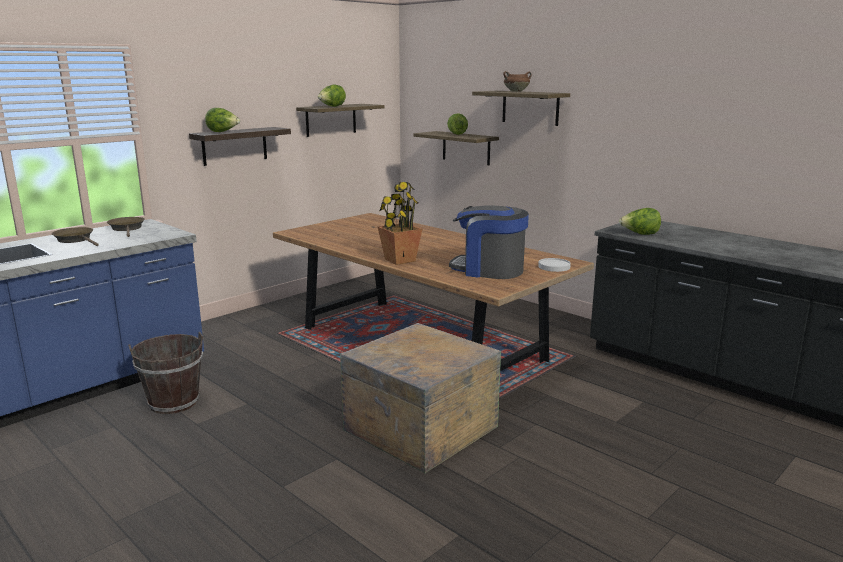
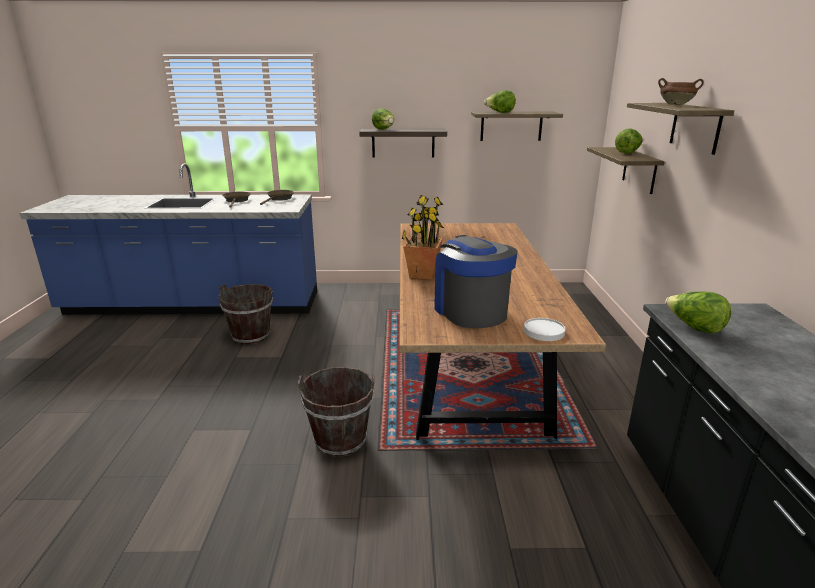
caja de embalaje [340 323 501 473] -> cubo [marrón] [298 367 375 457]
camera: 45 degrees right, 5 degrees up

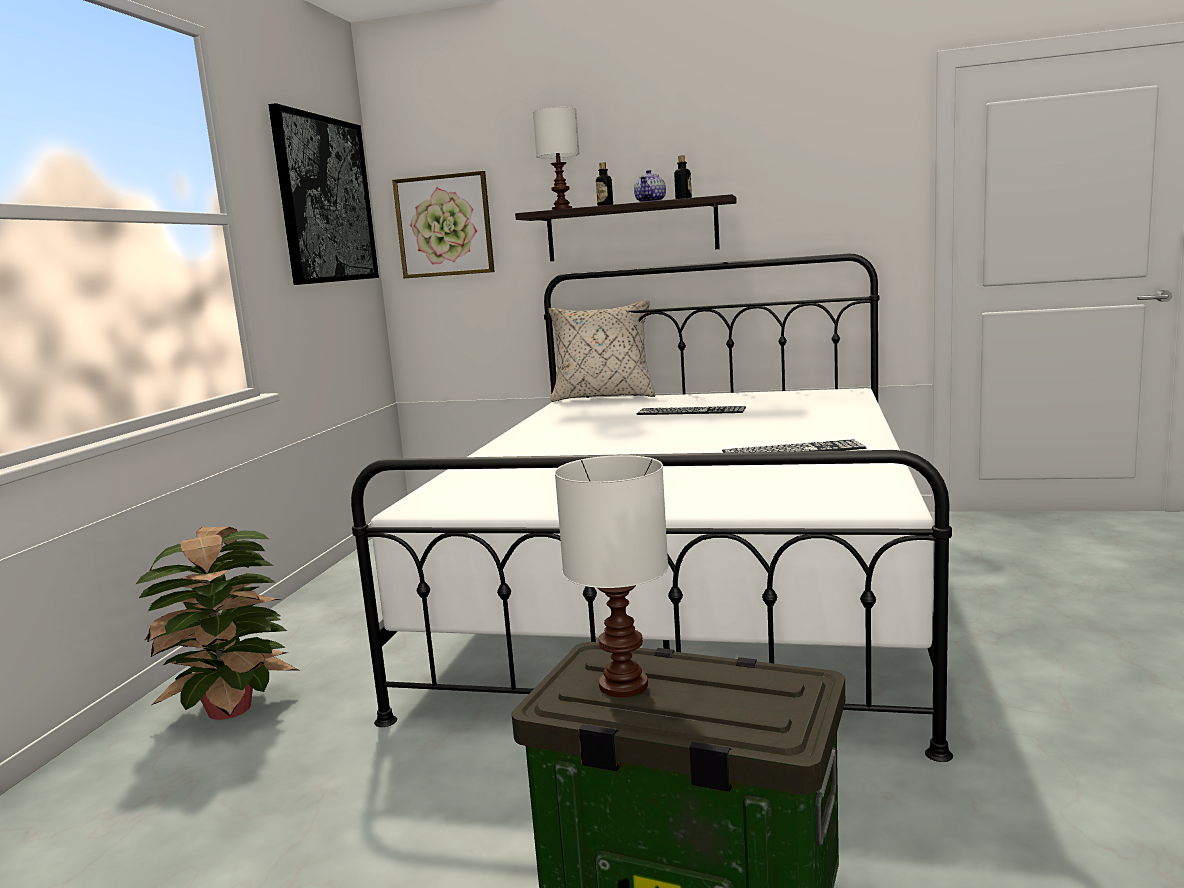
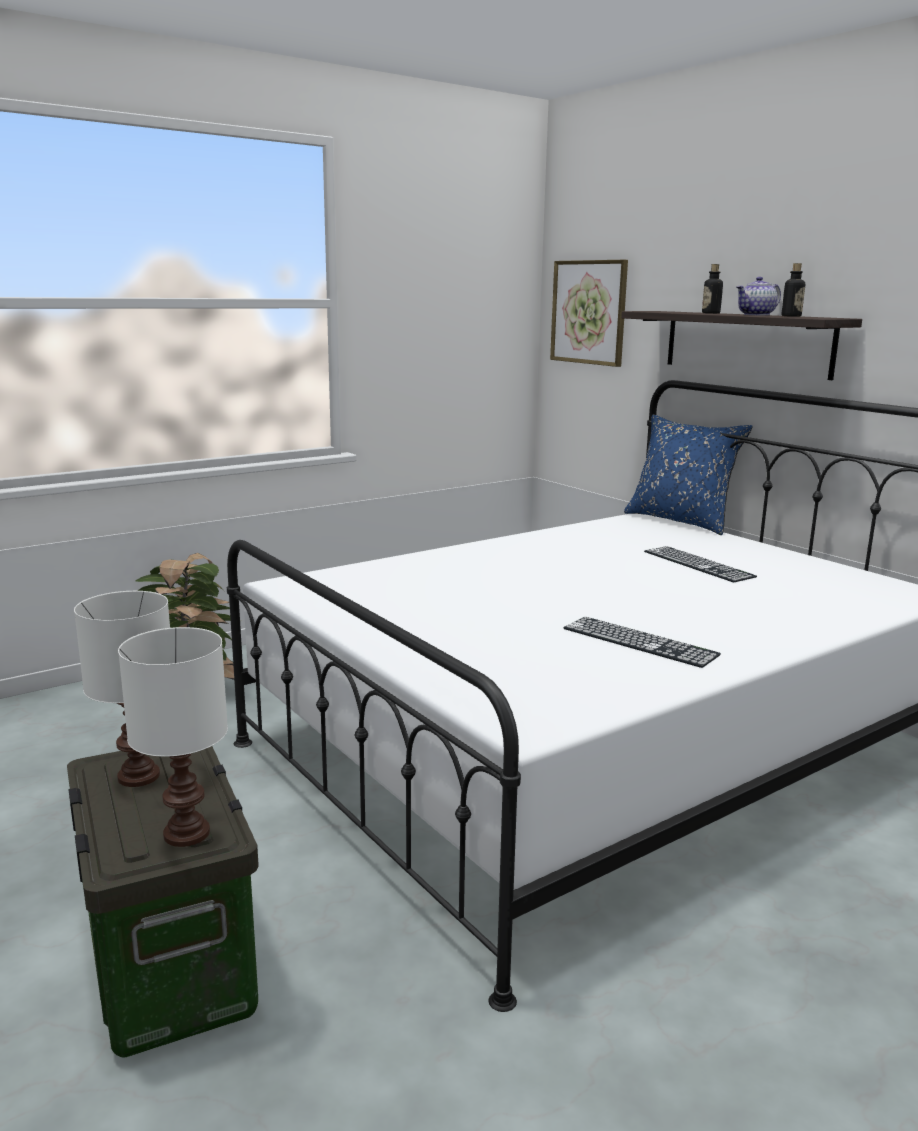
cuadro [269 103 379 285] -> none
lámpara de mesa [blanco] [533 107 579 210] -> lámpara de mesa [blanco] [118 627 228 847], move
cojín [beis] [548 300 655 402] -> cojín [azul] [624 415 753 535]
camera: 40 degrees right, 5 degrees up

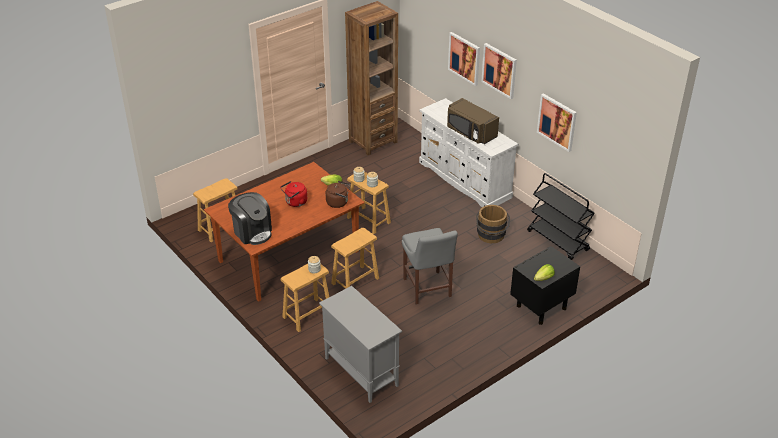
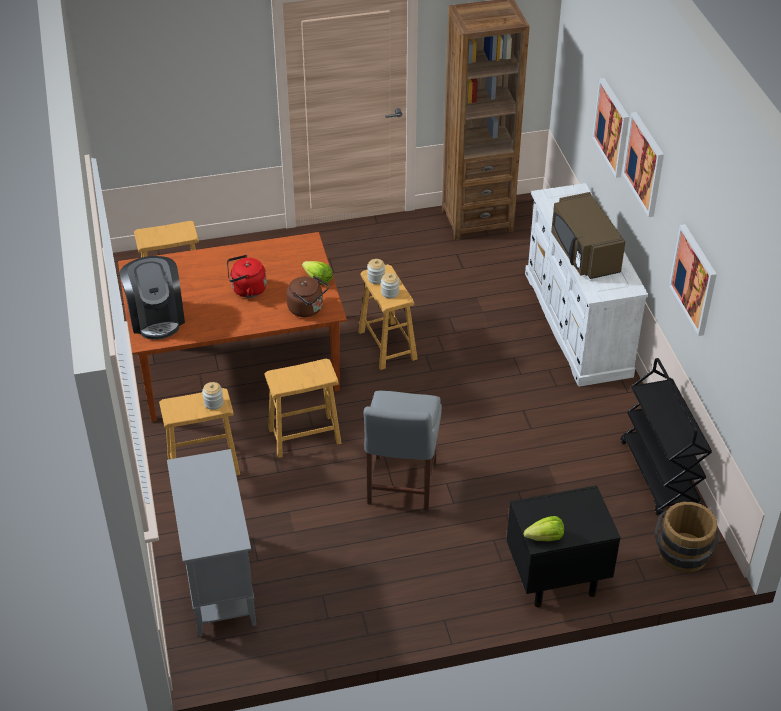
cubo [marrón] [476 205 510 243] -> cubo [marrón] [654 502 720 573], move
camera: 25 degrees right, 5 degrees up

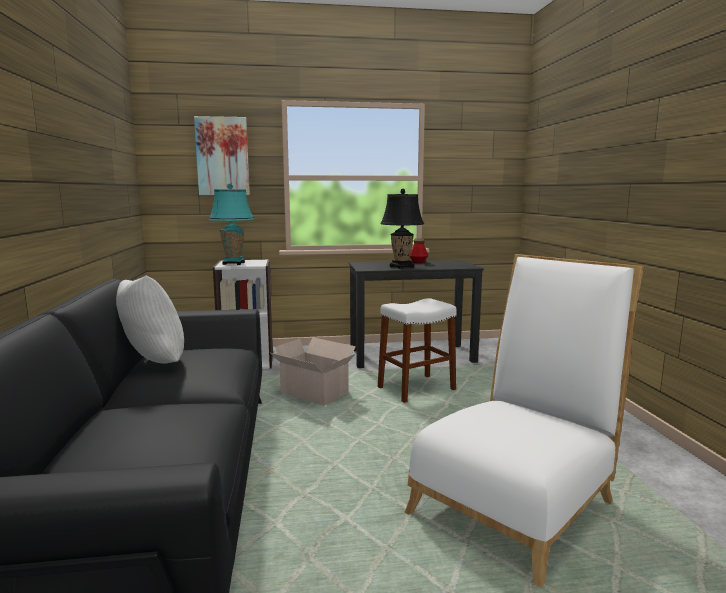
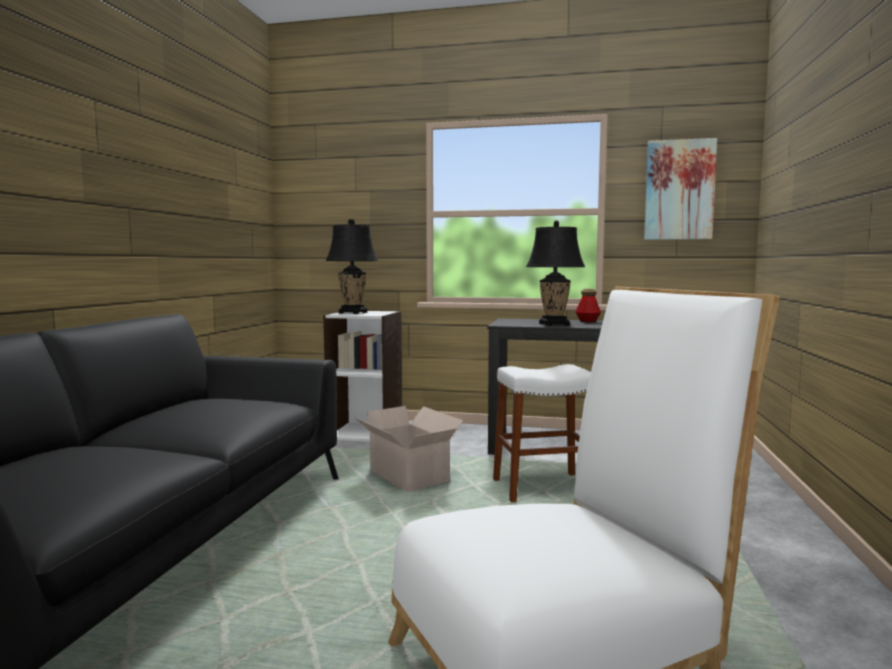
cojín [blanco] [116 275 184 364] -> none
cuadro [194 116 250 195] -> cuadro [644 138 717 240], move
lámpara de mesa [turquesa] [209 184 254 265] -> lámpara de mesa [negro] [326 219 378 314]
camera: 20 degrees right, 5 degrees down

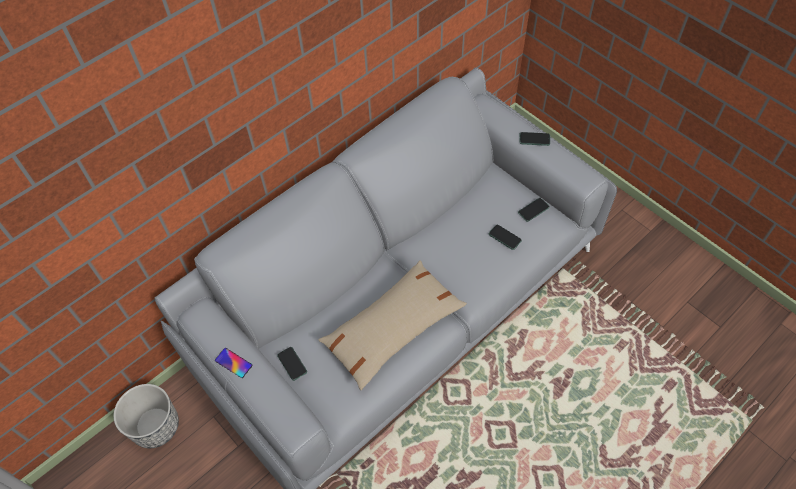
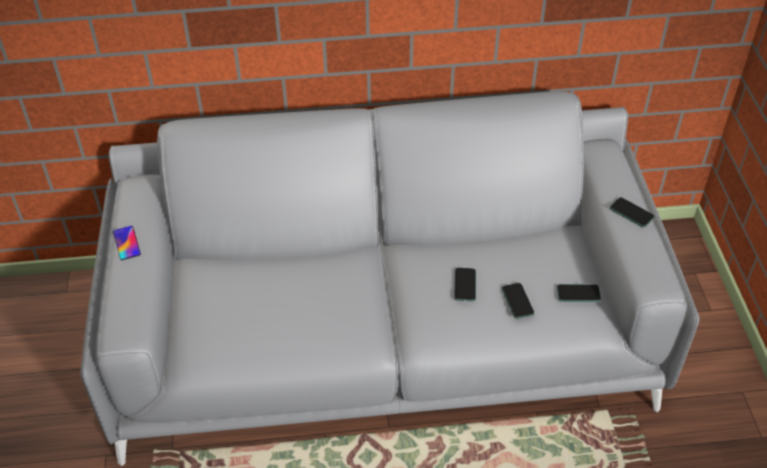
maceta [113 384 179 448] -> none
cojín [beis] [318 260 467 390] -> none
móvil [277 347 307 381] -> móvil [454 268 476 301], move
camera: 35 degrees right, 10 degrees down

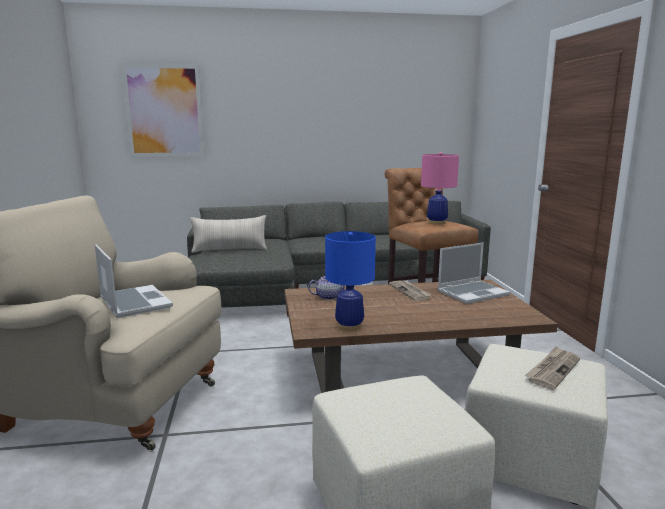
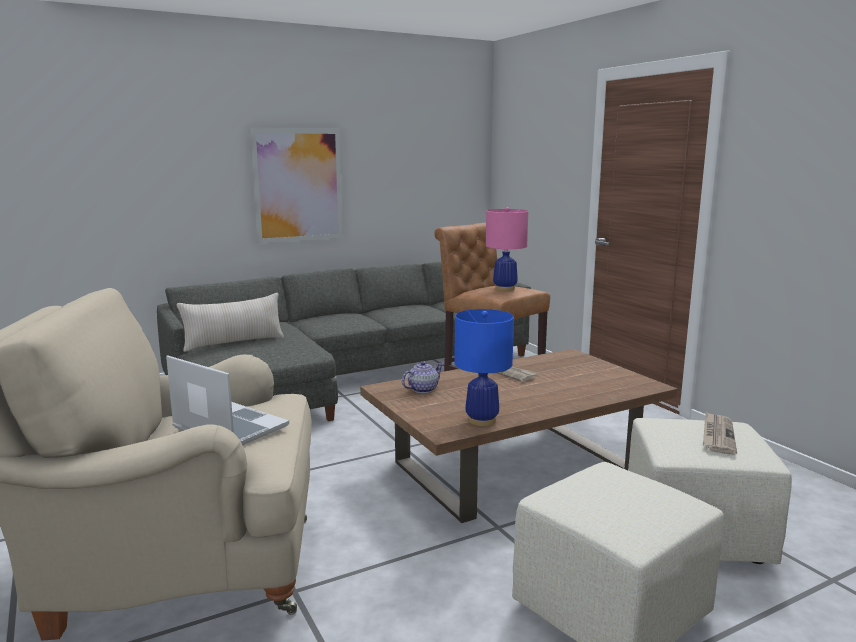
portátil [438 243 510 304] -> none
cuadro [121 63 204 157] -> cuadro [250 128 343 244], move
camera: 20 degrees left, 0 degrees up

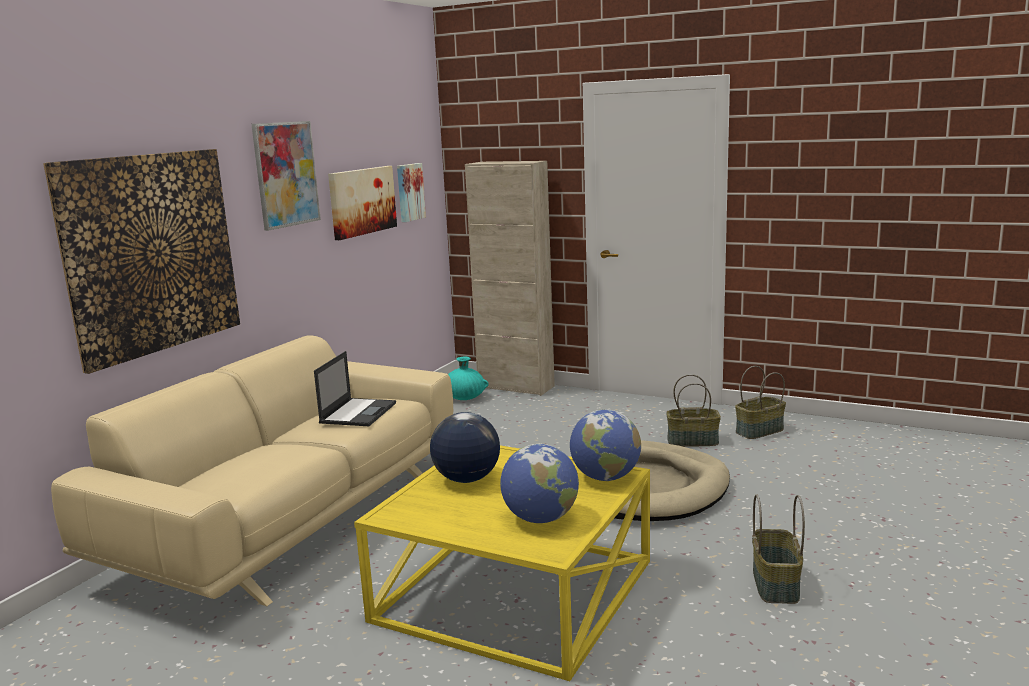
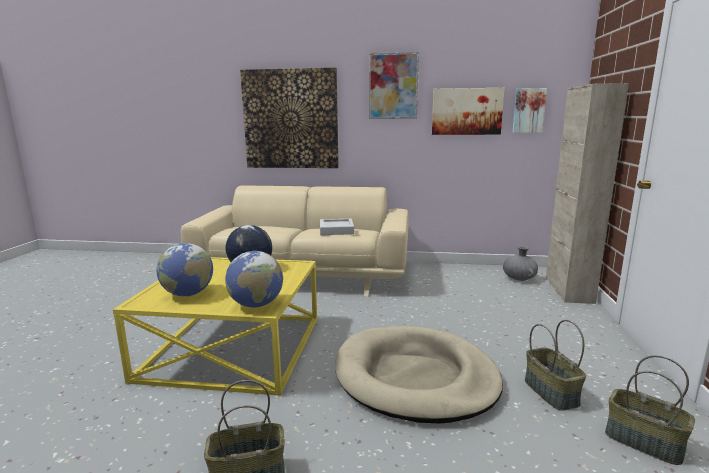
portátil [314 351 396 426] -> bandeja [gris] [320 219 354 235]
florero [turquesa] [448 357 489 400] -> florero [gris] [503 246 538 281]
camera: 70 degrees right, 0 degrees up

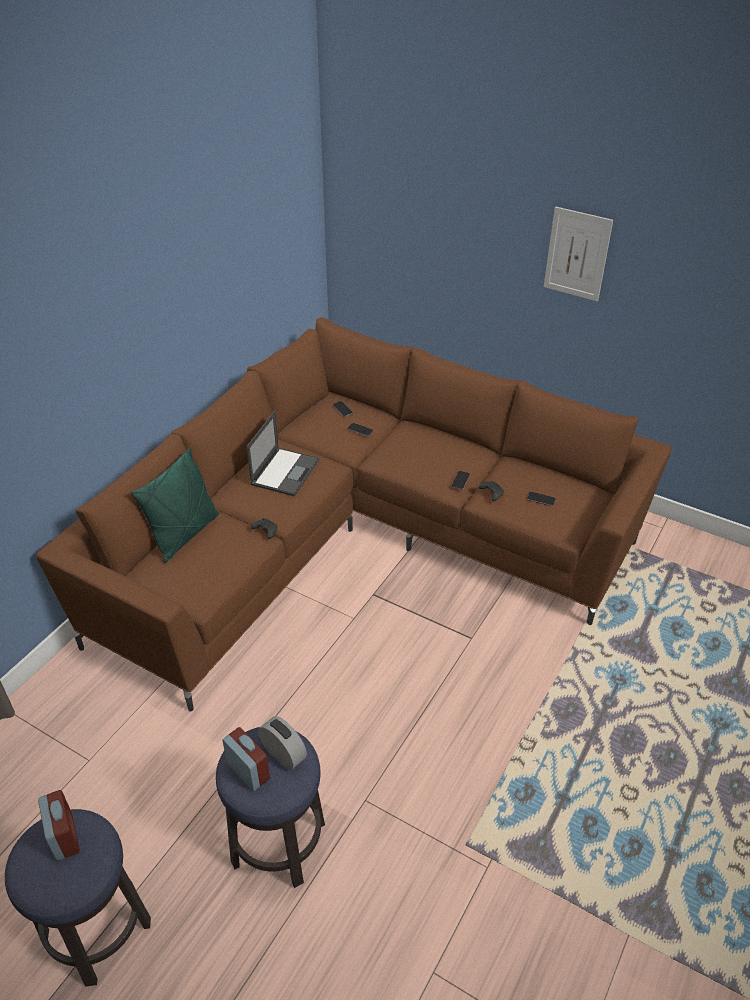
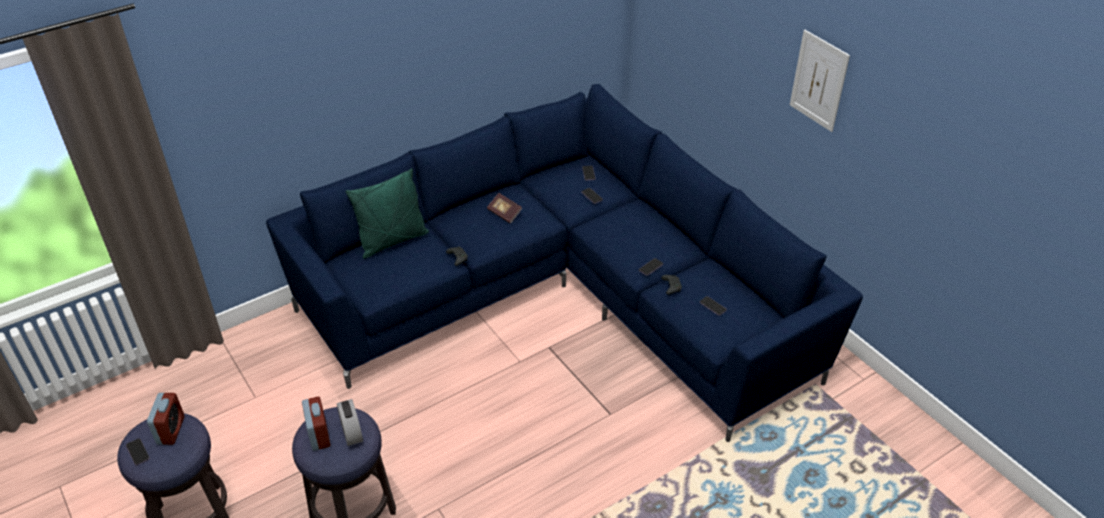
none -> móvil [126 438 150 465]
portátil [246 411 319 496] -> libro [487 193 522 223]
sofá [marrón] [36 317 672 712] -> sofá [azul] [266 84 863 442]
camera: 25 degrees right, 0 degrees up

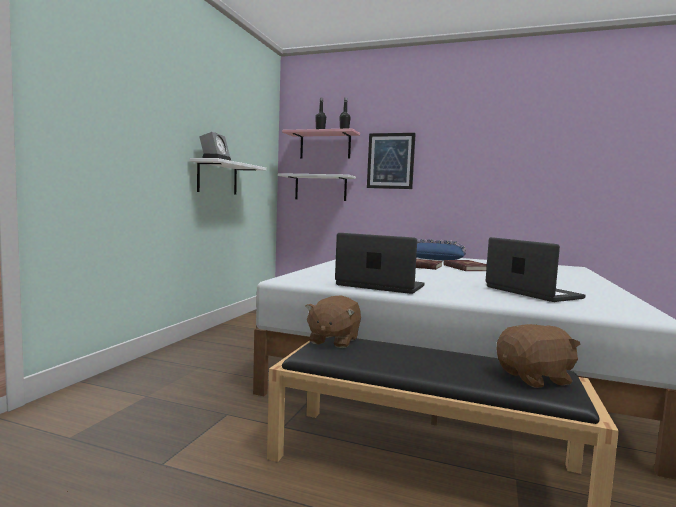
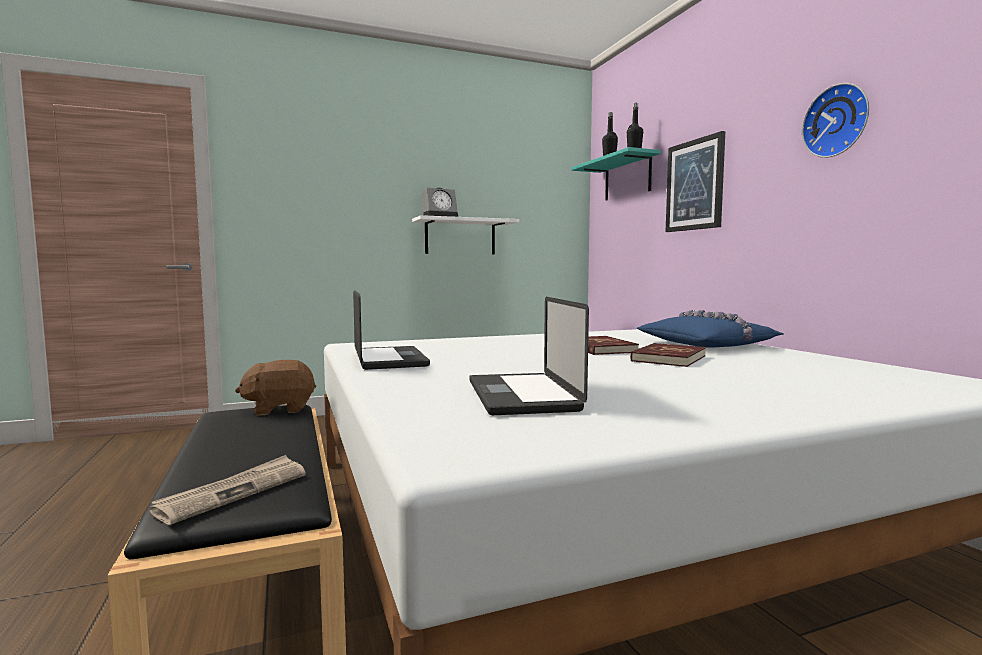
estante [blanco] [278 173 356 201] -> none
none -> reloj de pared [802 83 869 158]
peluche [marrón] [497 324 581 388] -> periódico [149 455 306 525]
estante [rosa] [282 128 360 159] -> estante [turquesa] [572 147 661 201]
portátil [486 237 586 302] -> portátil [469 297 589 415], 150 degrees clockwise
camera: 50 degrees right, 0 degrees up

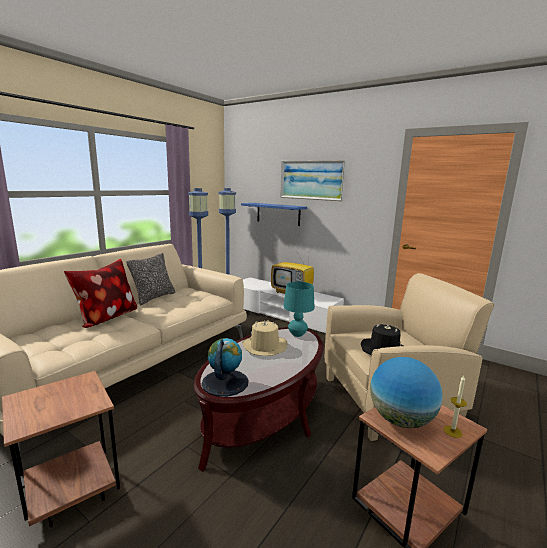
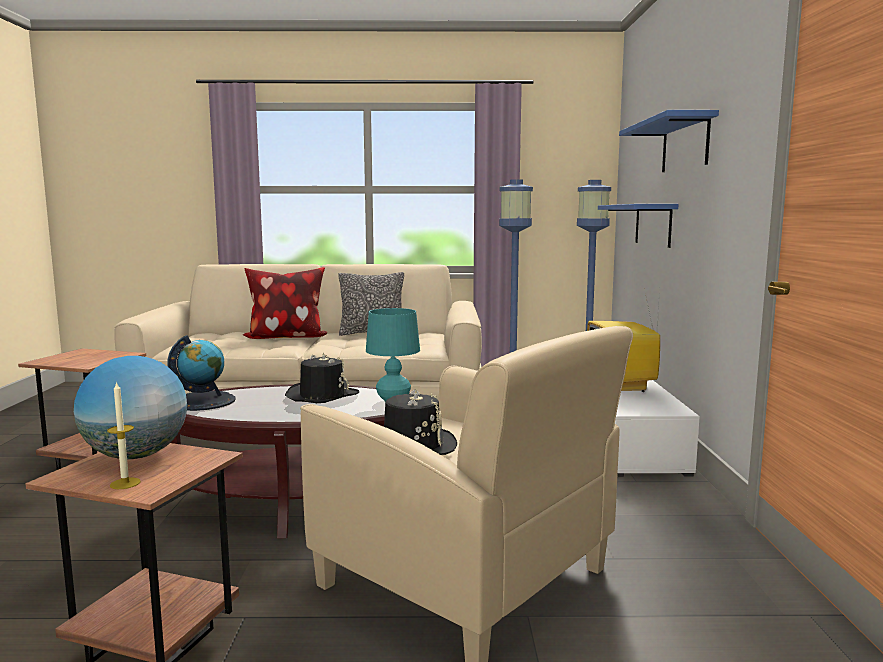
cuadro [280 160 346 201] -> estante [azul] [619 110 719 172]
sombrero [beis] [242 320 287 356] -> sombrero [negro] [285 352 359 403]
camera: 55 degrees right, 5 degrees down

